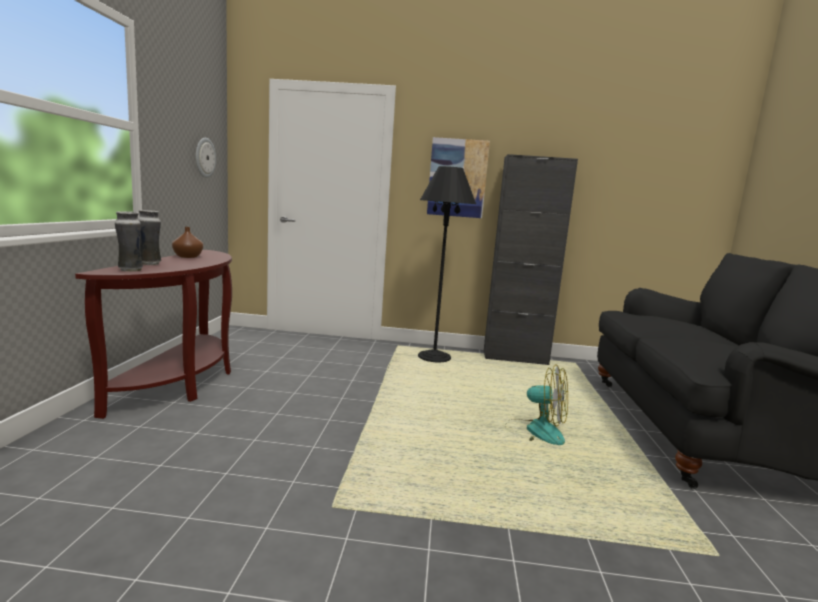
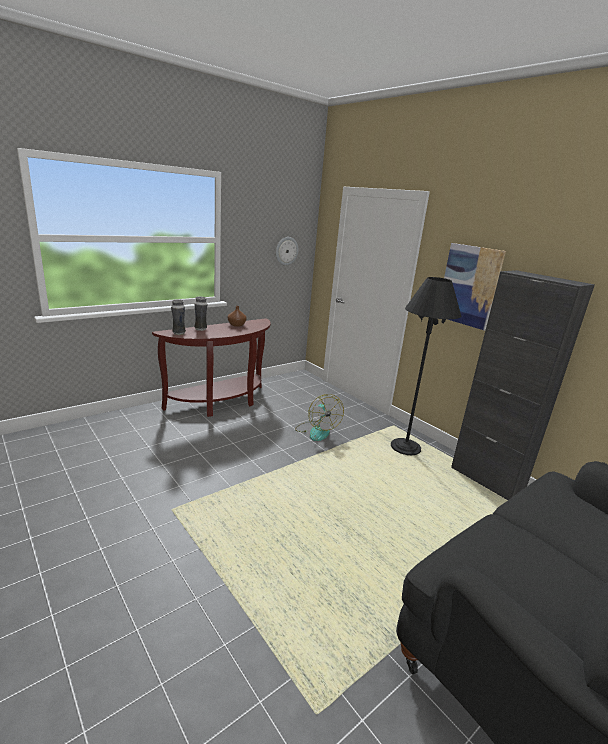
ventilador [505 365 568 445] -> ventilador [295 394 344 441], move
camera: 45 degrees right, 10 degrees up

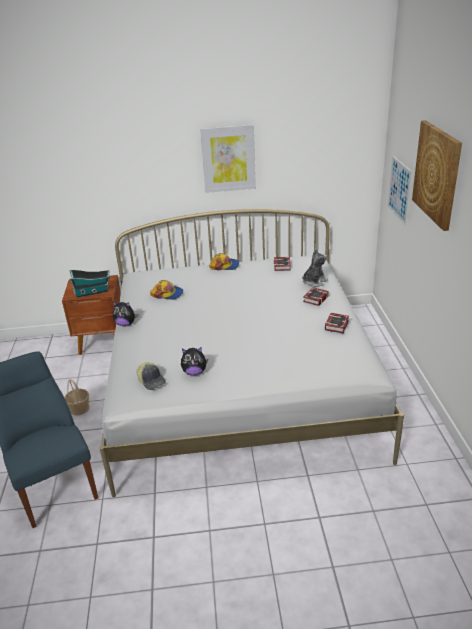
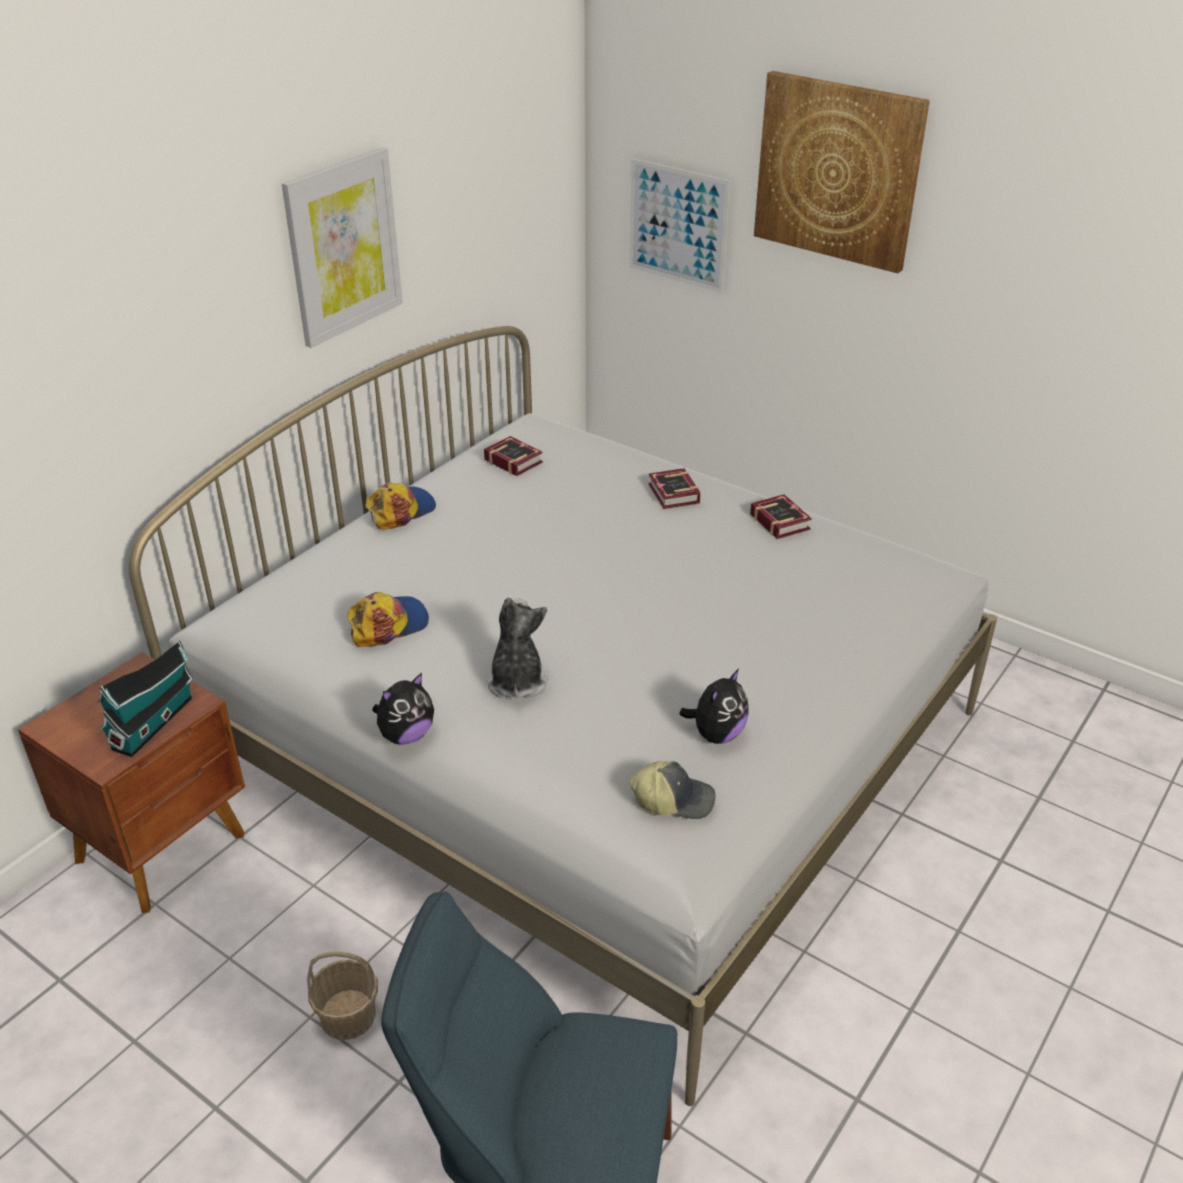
peluche [302 249 328 287] -> peluche [486 597 548 698], move
camera: 50 degrees left, 5 degrees up

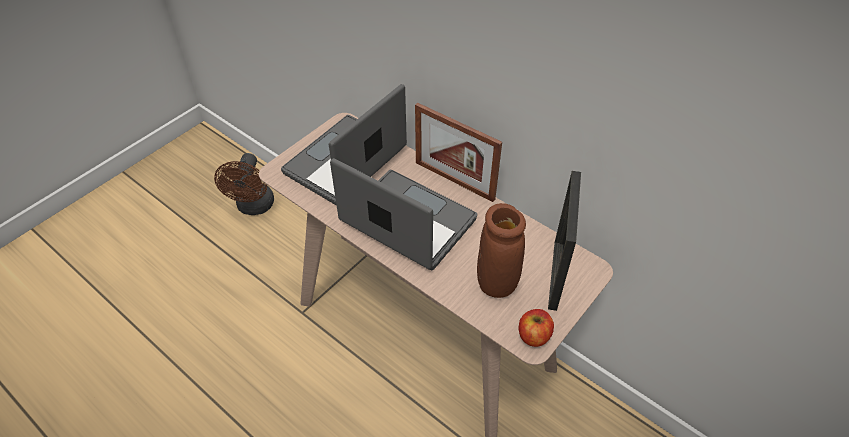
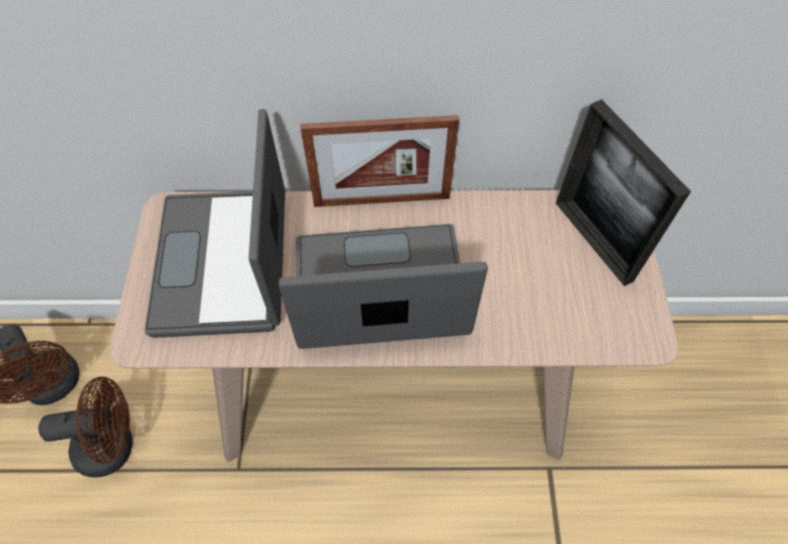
florero [marrón] [477 203 526 298] -> none
manzana [519 309 554 347] -> none
none -> ventilador [marrón] [38 377 132 478]
camera: 40 degrees left, 10 degrees up

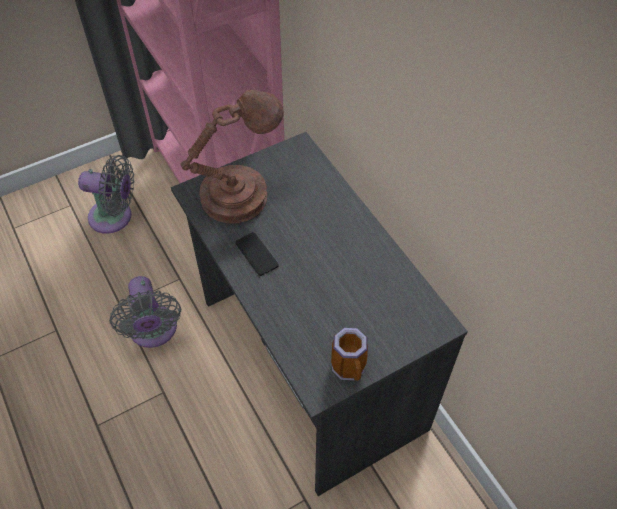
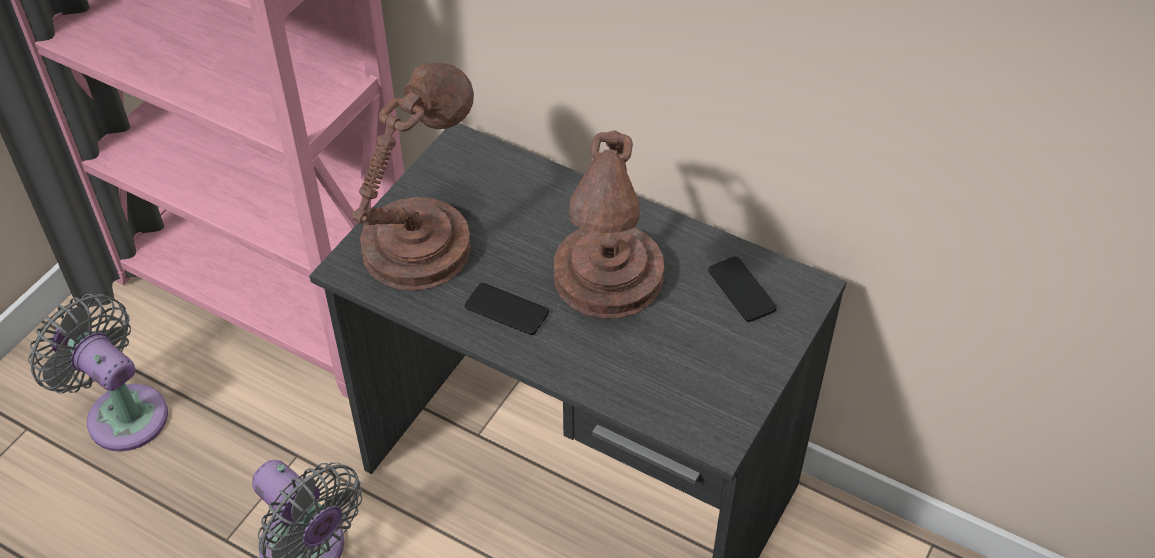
taza grande [331 328 368 381] -> none
none -> lámpara de mesa [marrón] [554 130 664 319]
none -> móvil [708 256 777 322]
ventilador [gris] [78 155 134 234] -> ventilador [gris] [28 294 168 452], 120 degrees counterclockwise
camera: 30 degrees left, 5 degrees down

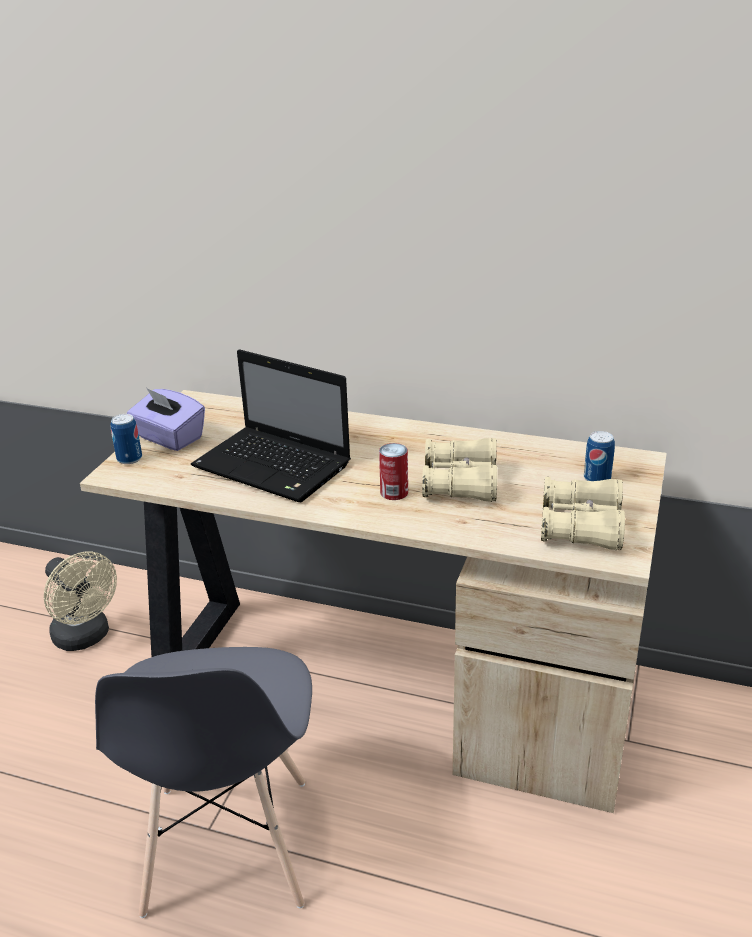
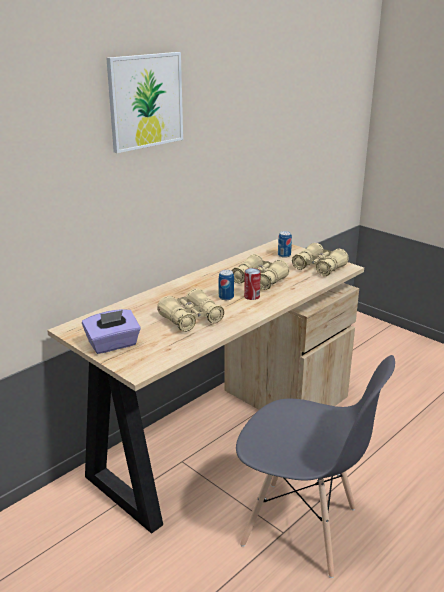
ventilador [beis] [44 551 117 651] -> none
none -> cuadro [106 52 183 153]
lata [110 414 142 464] -> lata [219 270 234 300], move
portátil [191 349 351 502] -> prismáticos [beis] [157 289 224 332]
camera: 65 degrees left, 5 degrees down

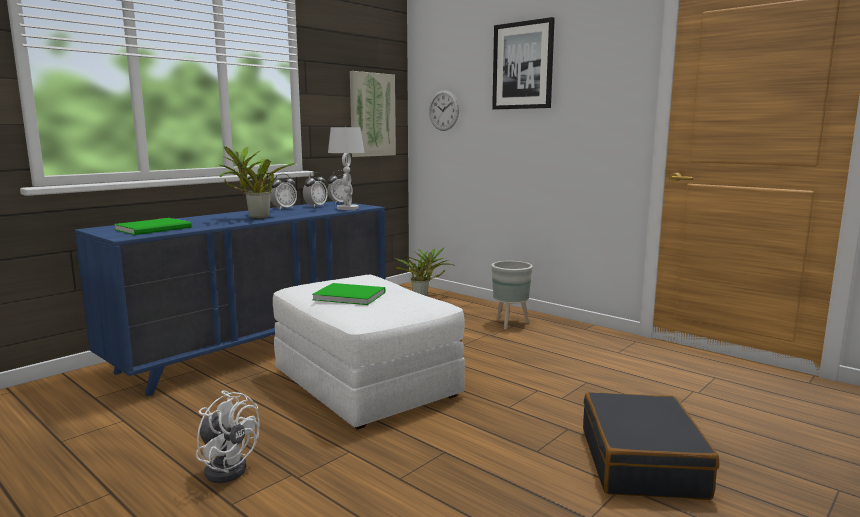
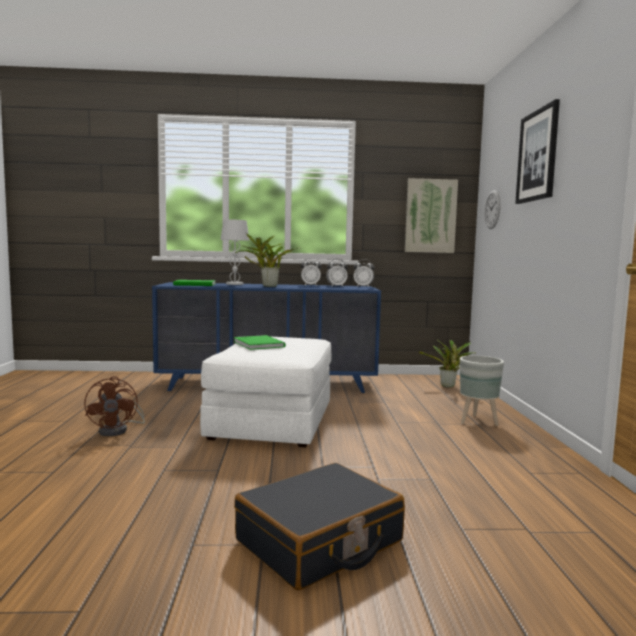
lámpara de mesa [blanco] [328 127 365 210] -> lámpara de mesa [blanco] [220 219 249 285], move
ventilador [blanco] [196 390 260 483] -> ventilador [marrón] [84 376 145 436]
camera: 45 degrees right, 5 degrees down

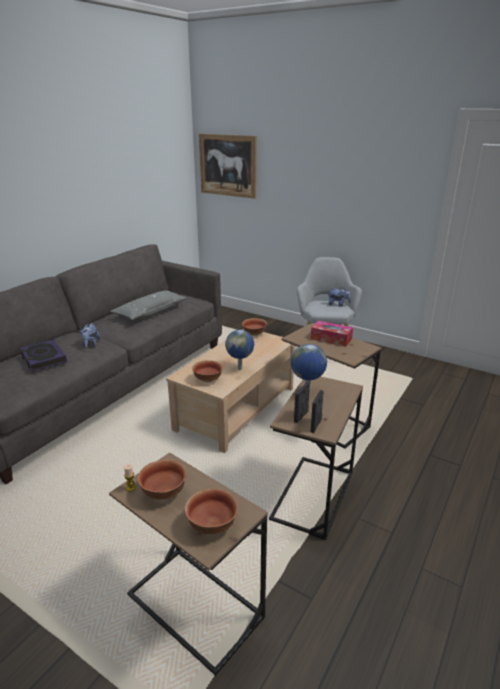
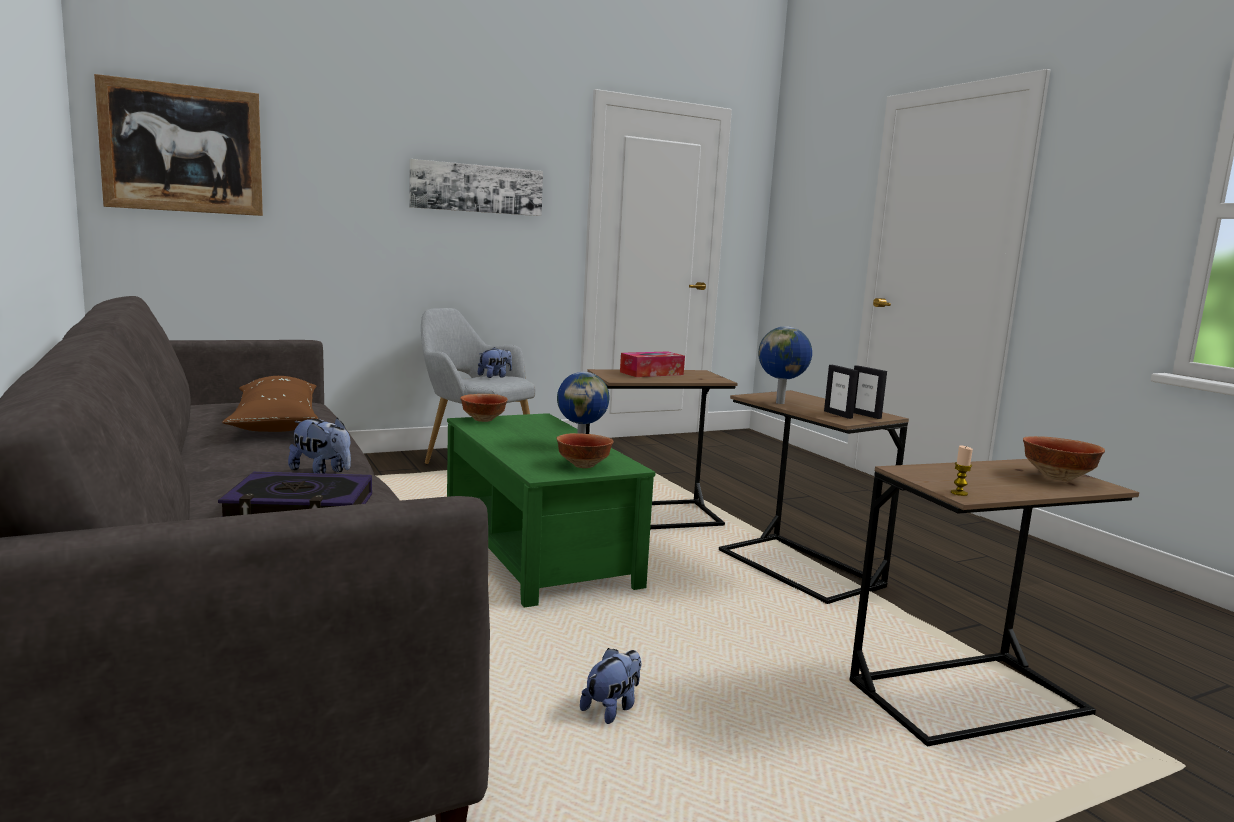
cuenco [138 459 187 500] -> none
none -> cuadro [409 159 543 216]
none -> peluche [580 648 641 724]
cojín [gris] [110 290 187 320] -> cojín [marrón] [222 376 318 432]
mesa de centro [beis] [166 329 295 453] -> mesa de centro [verde] [447 413 656 608]
camera: 60 degrees left, 15 degrees down

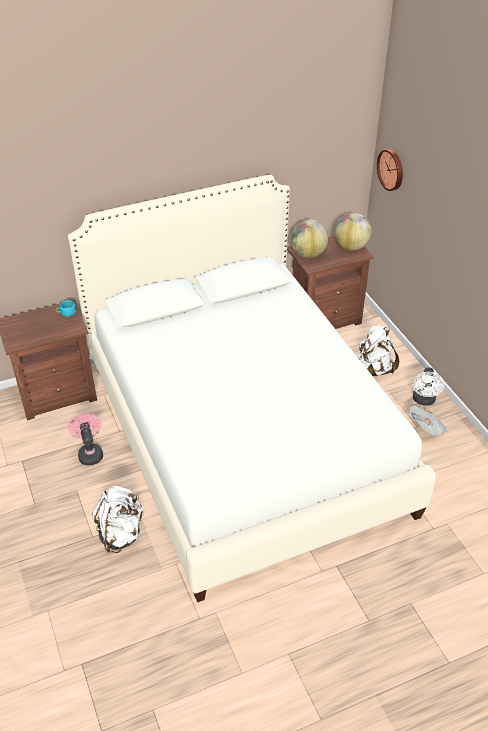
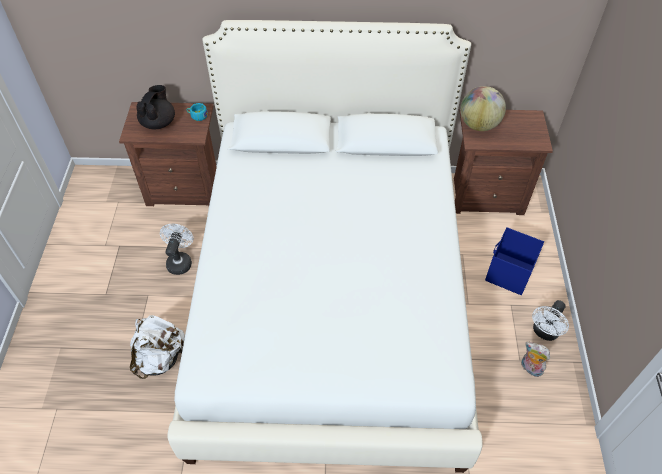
globo terráqueo [334 213 372 251] -> none
reloj de pared [377 149 403 191] -> none
none -> tetera [negro] [136 85 175 129]
mochila [blanco] [357 325 399 376] -> caja de almacenaje [azul] [485 227 544 295]
periódico [409 405 450 436] -> peluche [521 342 550 377]
ventilador [rosa] [68 413 103 465] -> ventilador [blanco] [160 224 194 275]
camera: 25 degrees right, 10 degrees up

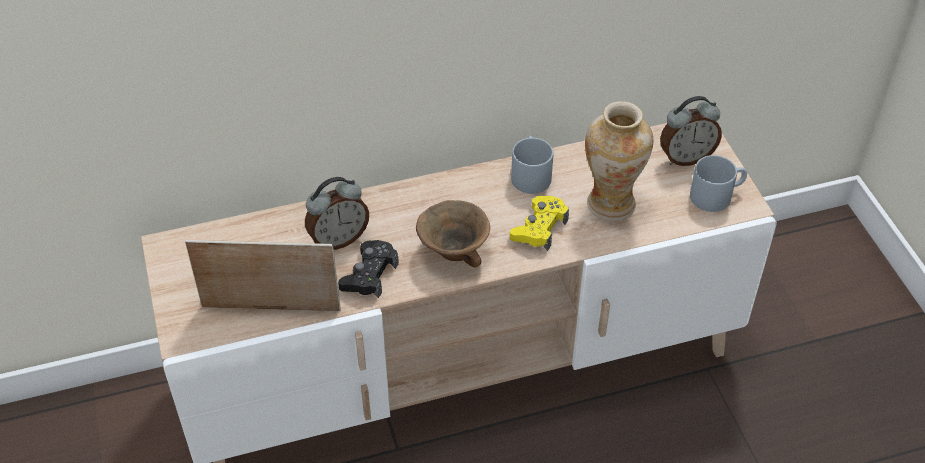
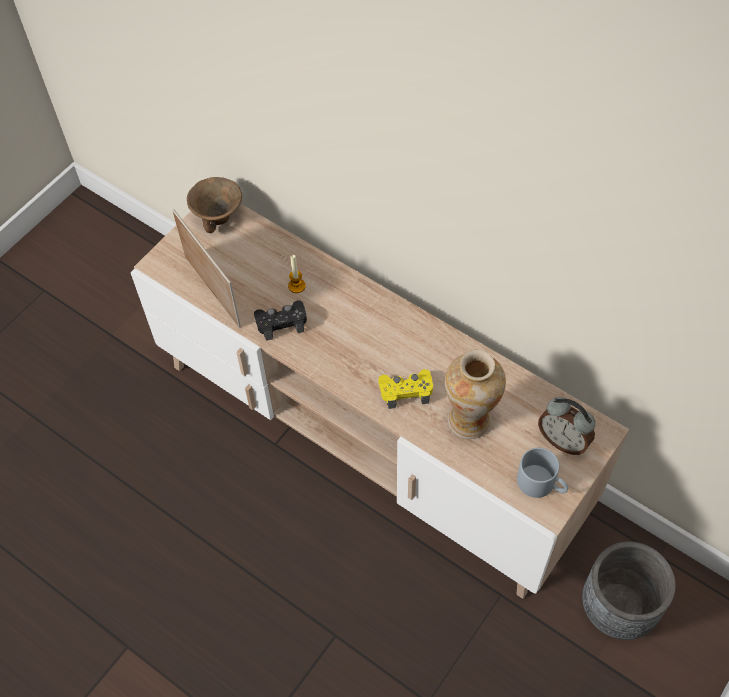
taza grande [gris] [511 136 553 194] -> none
none -> maceta [gris] [582 541 676 640]
cuenco [marrón] [416 200 490 267] -> cuenco [marrón] [187 177 242 233], move
despertador [305 177 369 250] -> vela [288 255 306 293]
camera: 55 degrees right, 10 degrees up

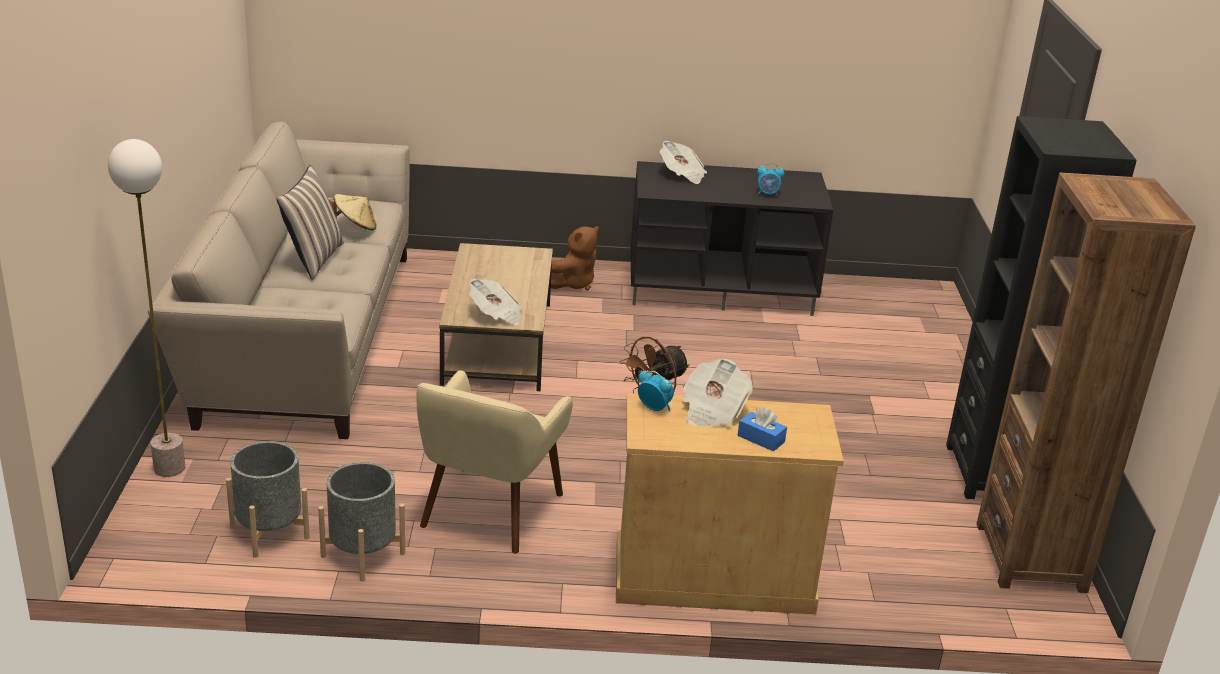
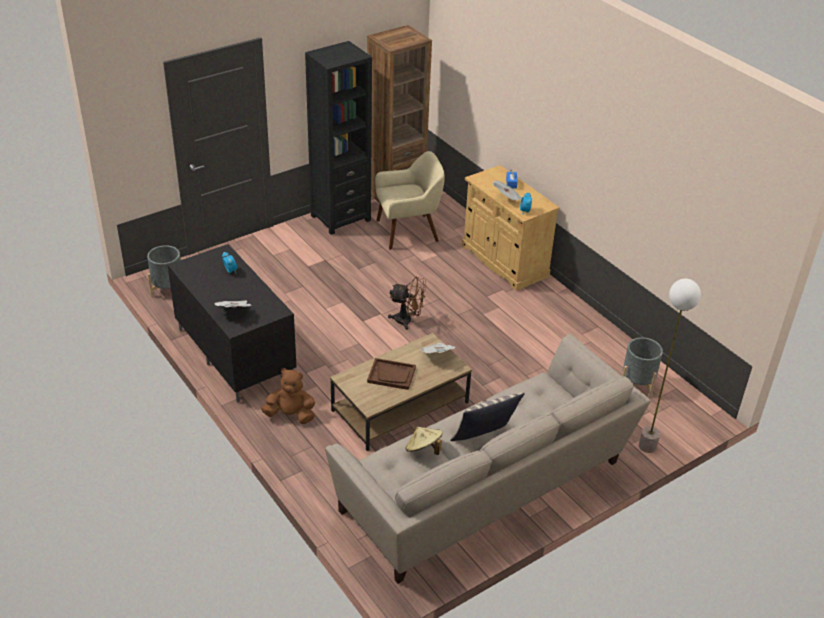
none -> bandeja [marrón] [367 358 416 390]
maceta [gris] [318 462 405 582] -> maceta [gris] [147 245 183 298], move
sillón [beis] [417 370 573 554] -> sillón [beis] [375 151 445 250], move
camera: 125 degrees left, 10 degrees up

